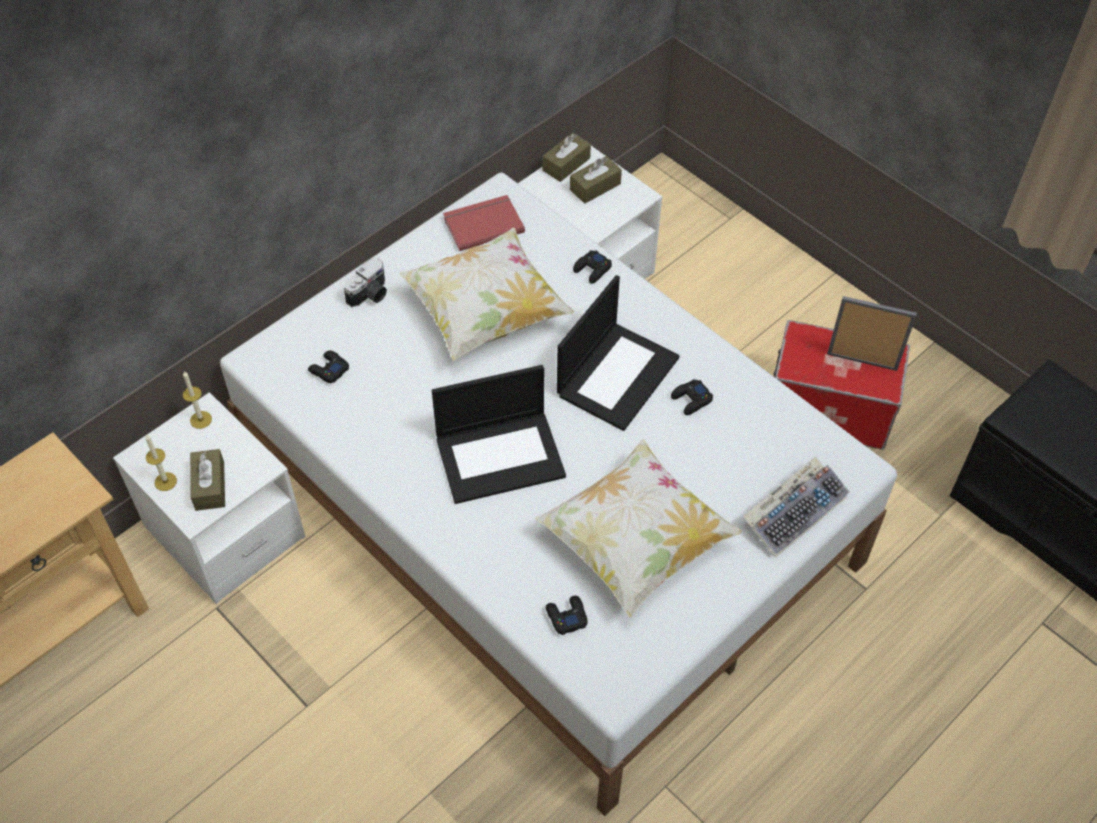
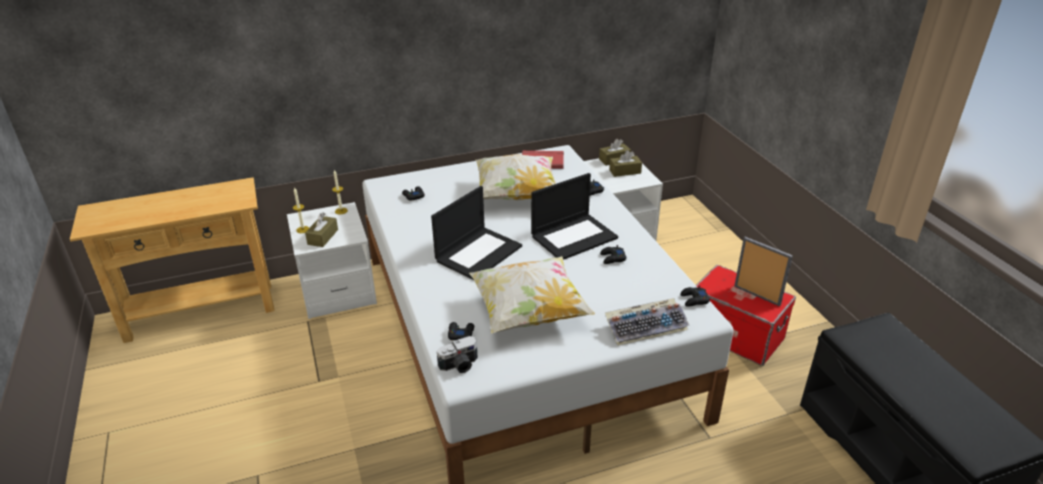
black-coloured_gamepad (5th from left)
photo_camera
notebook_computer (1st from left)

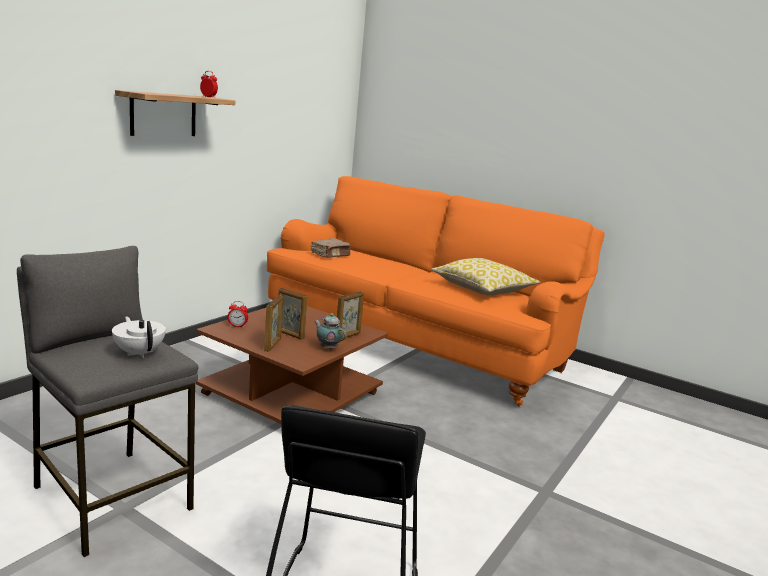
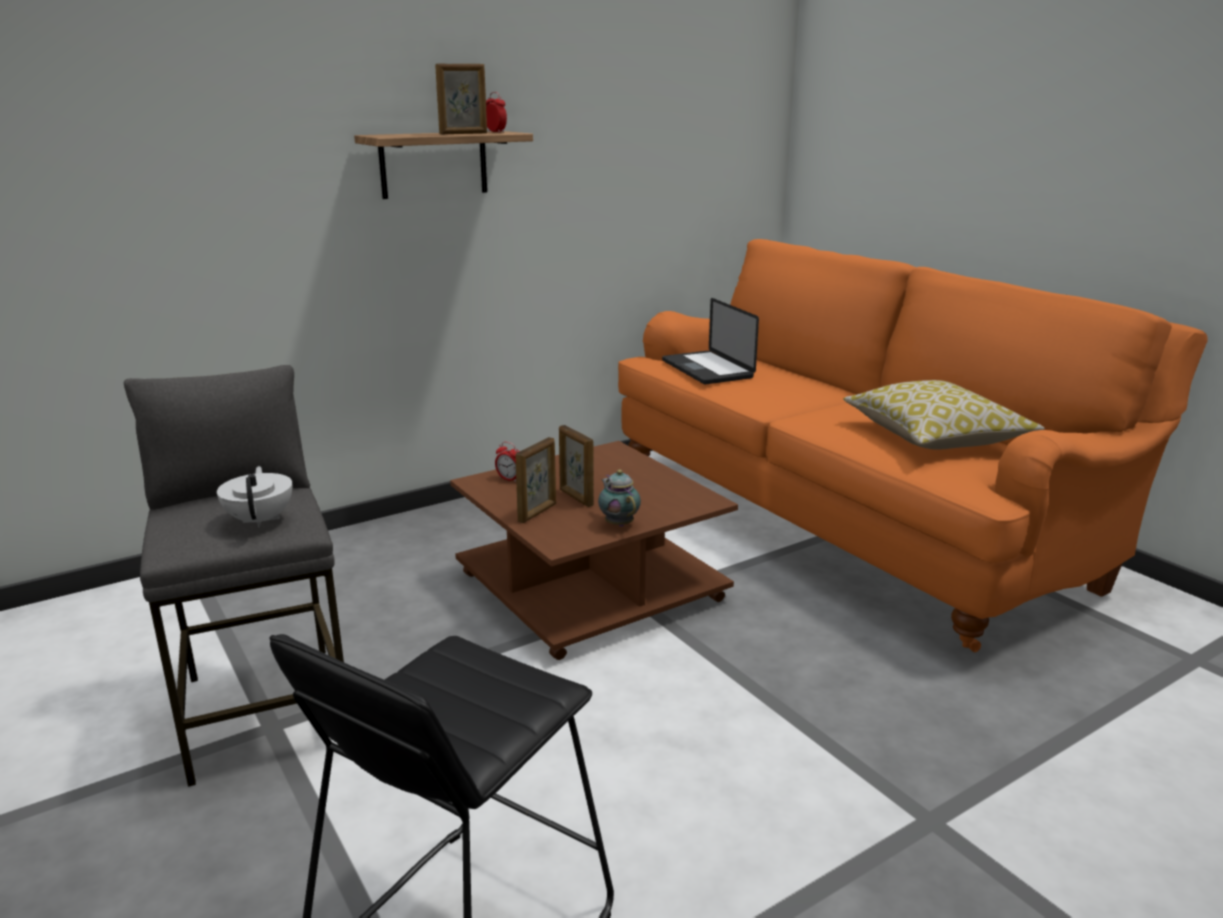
photo_frame (1st from left)
notebook_computer

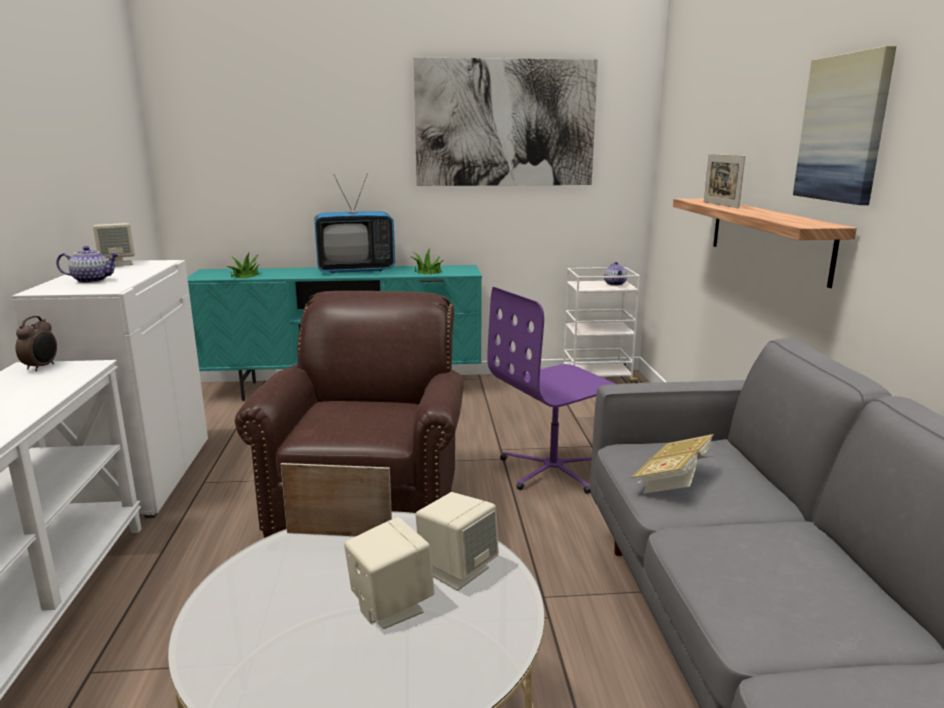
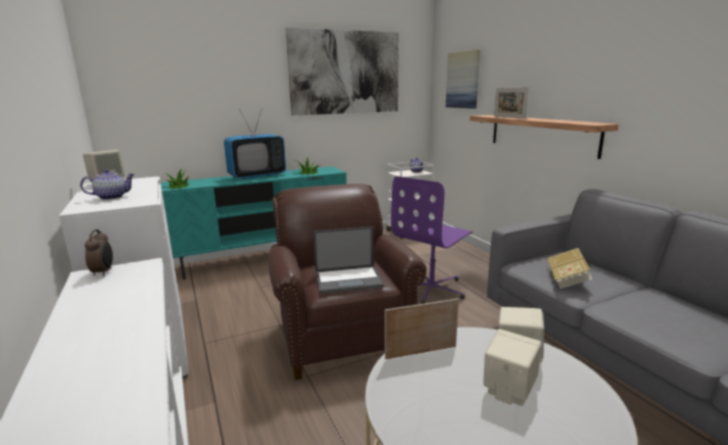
notebook_computer
picture (2nd from left)

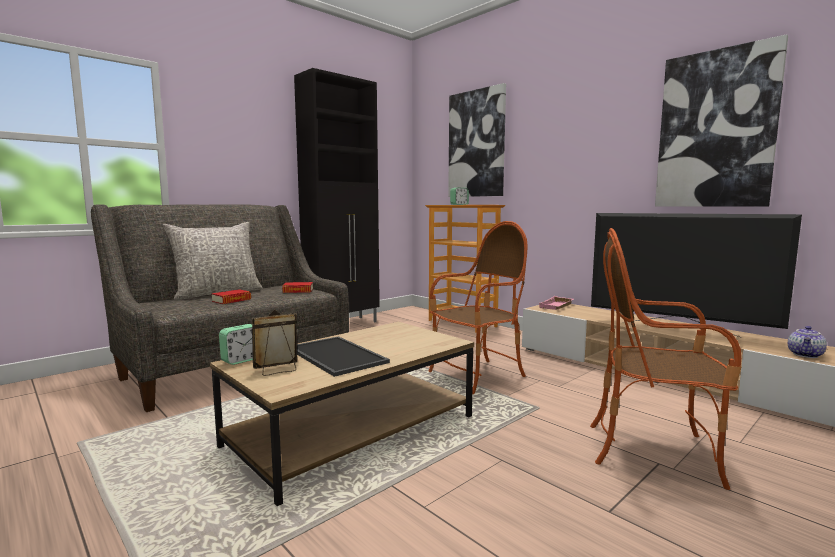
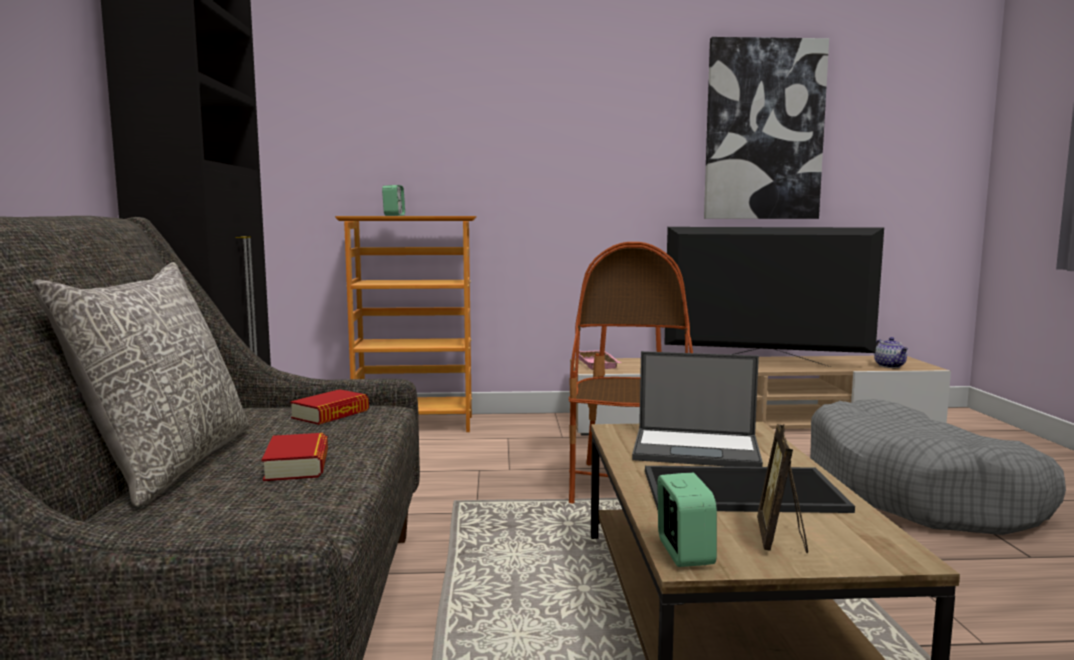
picture (1st from left in the first image)
notebook_computer
grey_dog_cushion
television

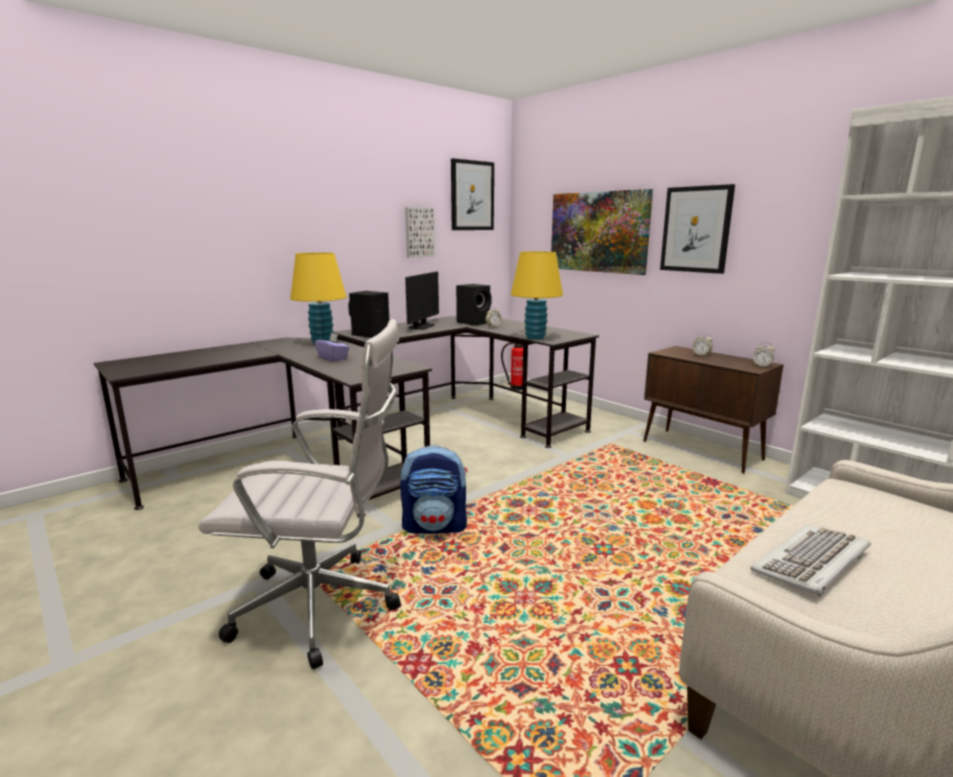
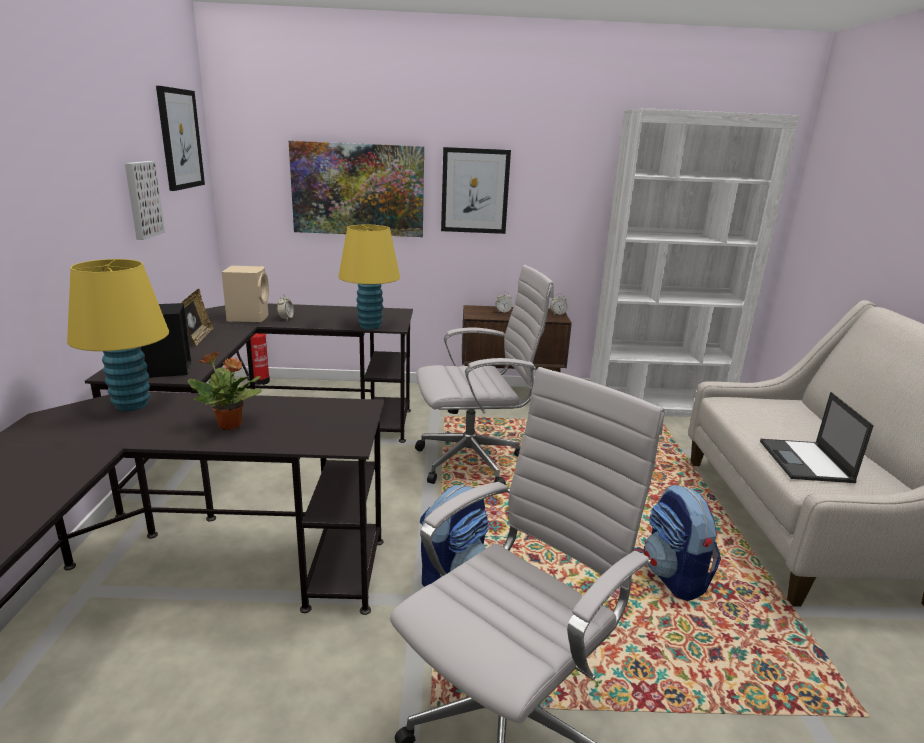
white_desk_chair (1st from left)
rucksack (2nd from left)
potted_plant
photo_frame
notebook_computer
beige-coloured_audio_speaker

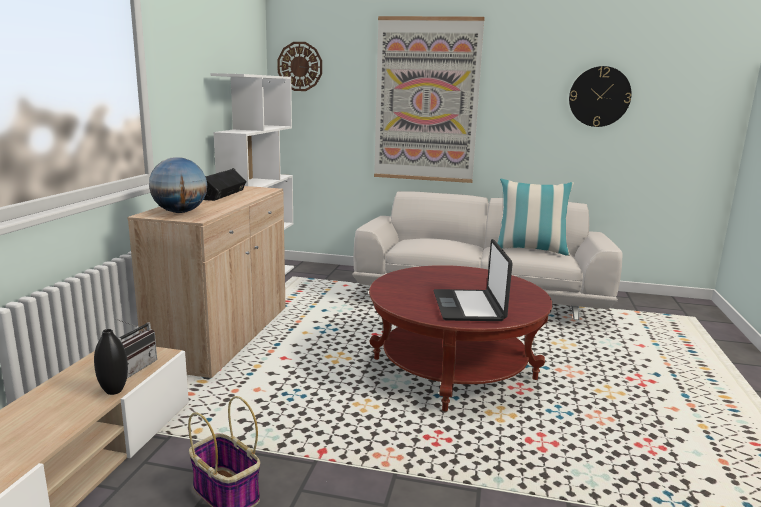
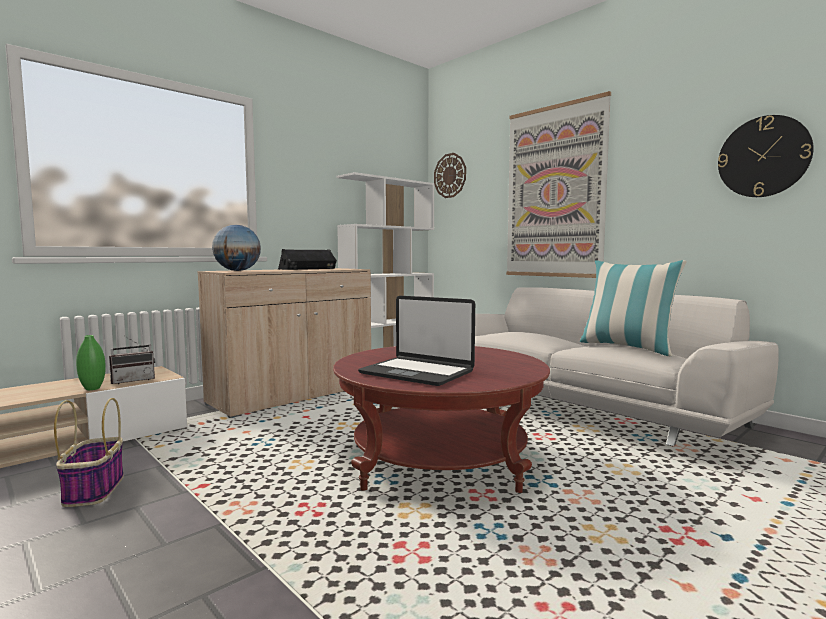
green_flower_vase
notebook_computer

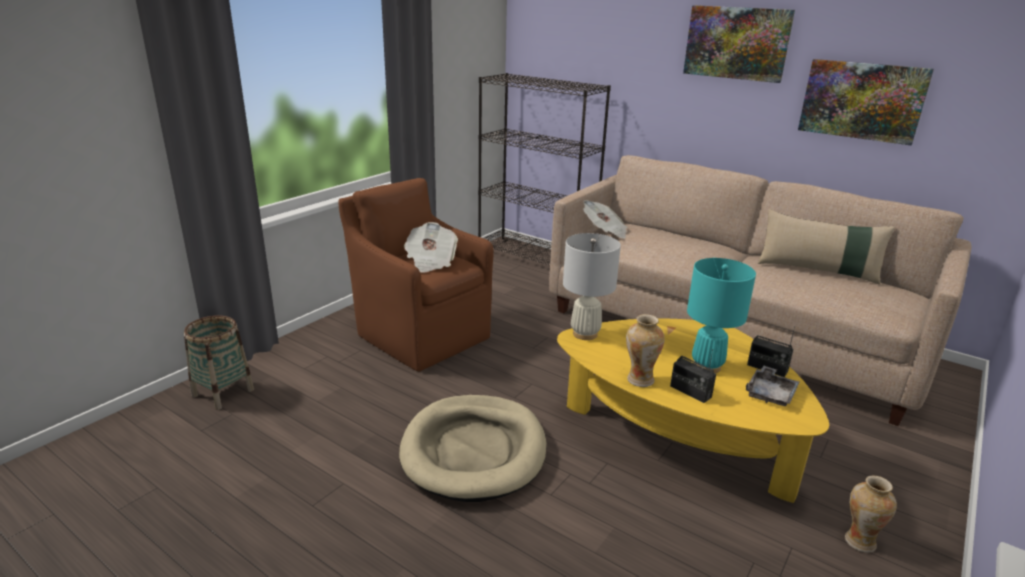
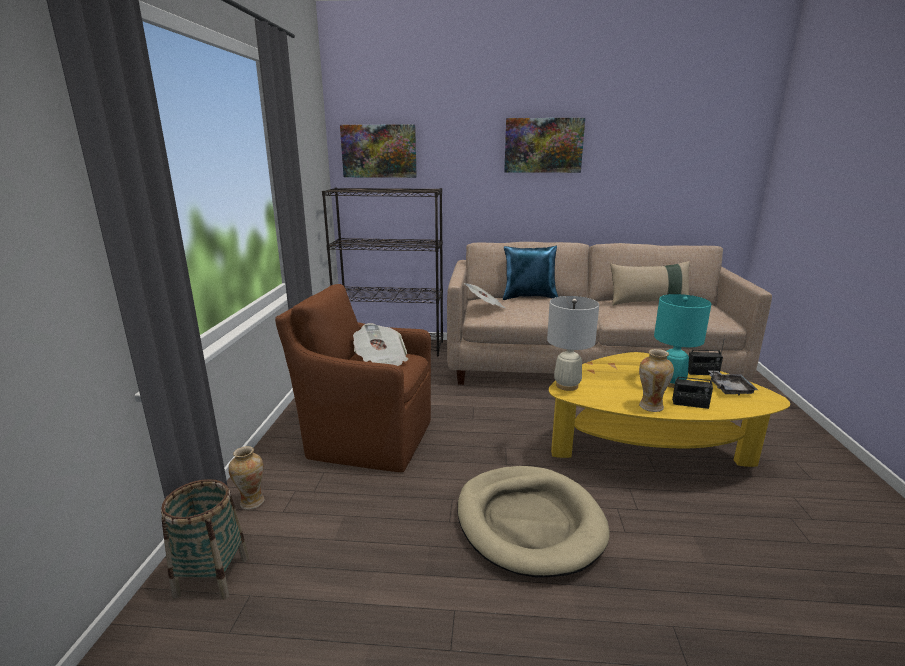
blue-coloured_pillow
picture (1st from left)
flower_vase (1st from left)

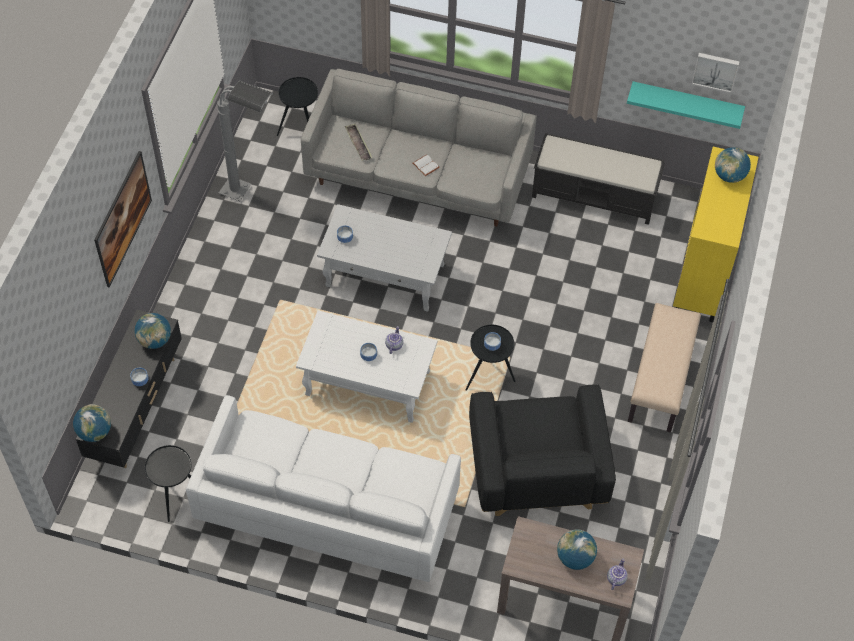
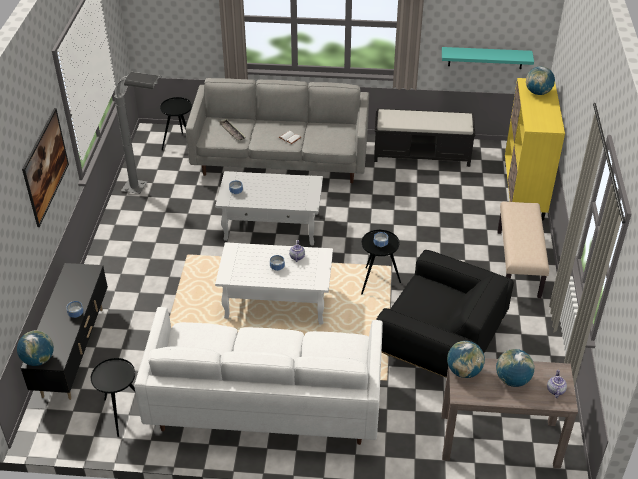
picture (2nd from left in the first image)
world_globe (2nd from left)
black-coloured_lounge_chair

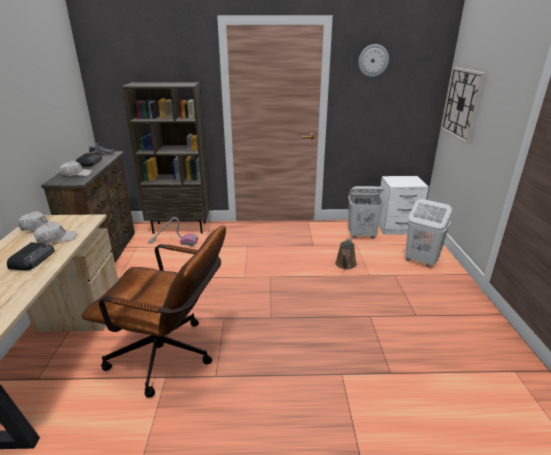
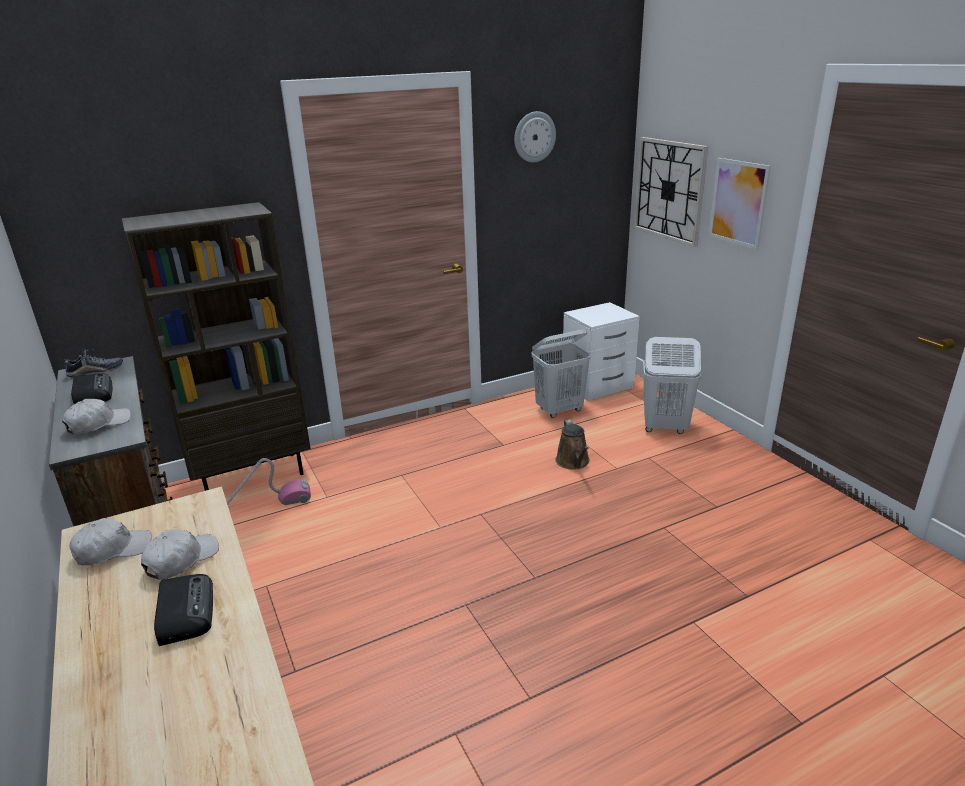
brownish_desk_chair
picture

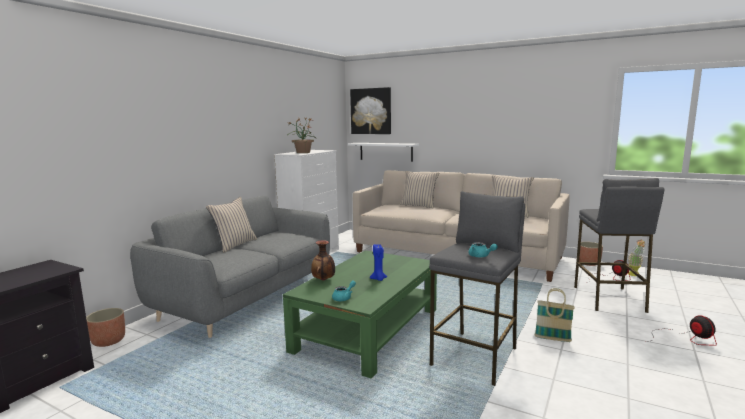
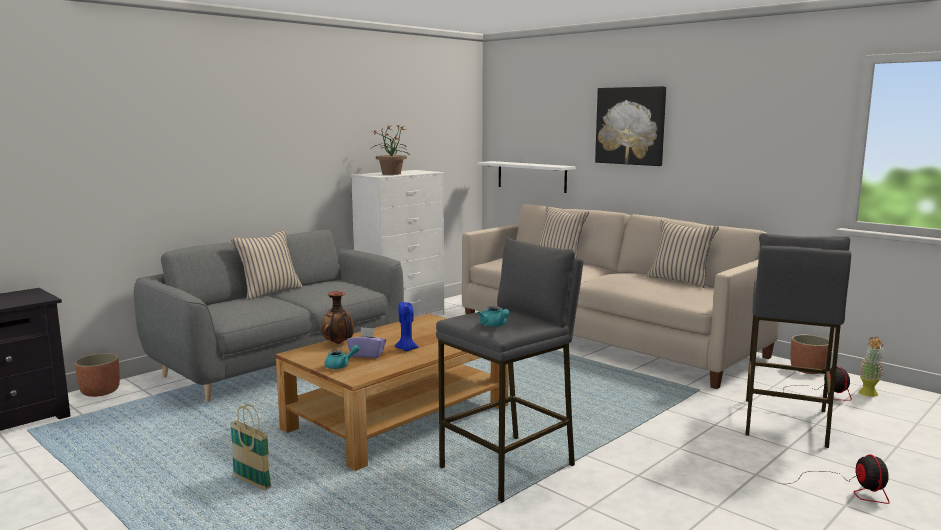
purple_tissue_box
picture
storage_basket
brownish_low_table

